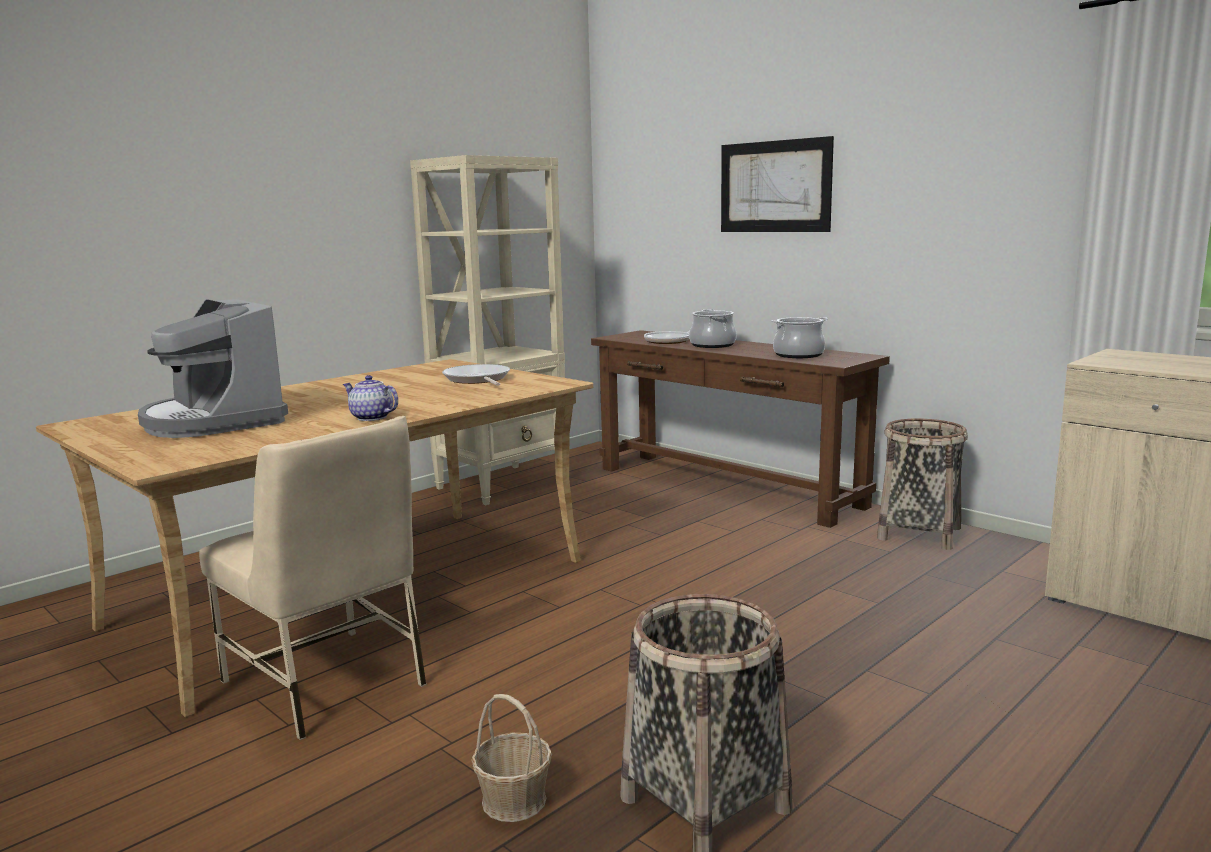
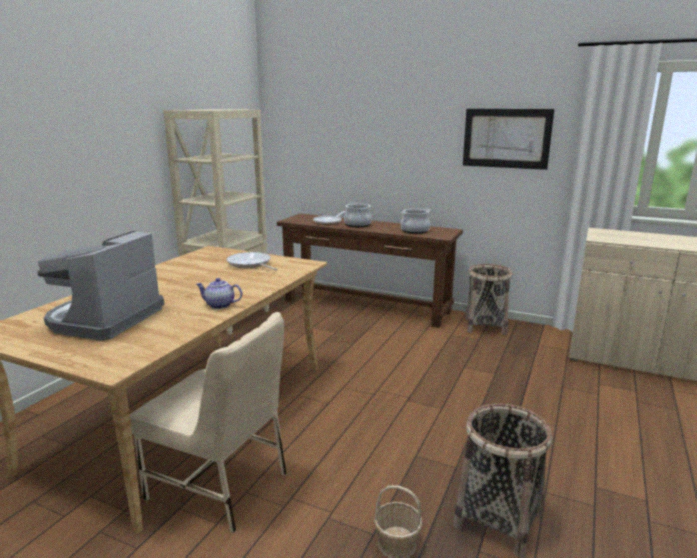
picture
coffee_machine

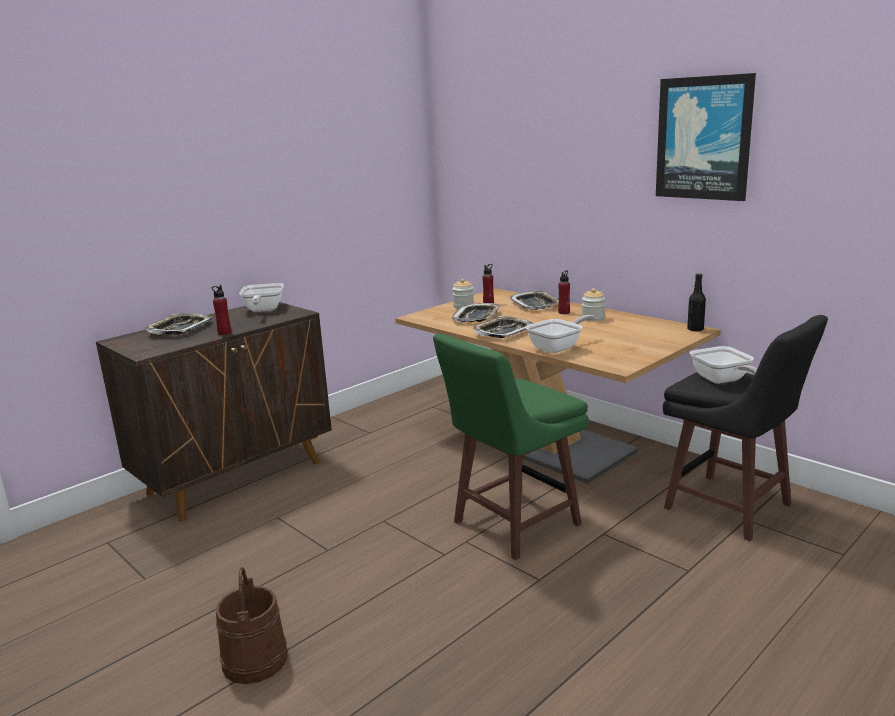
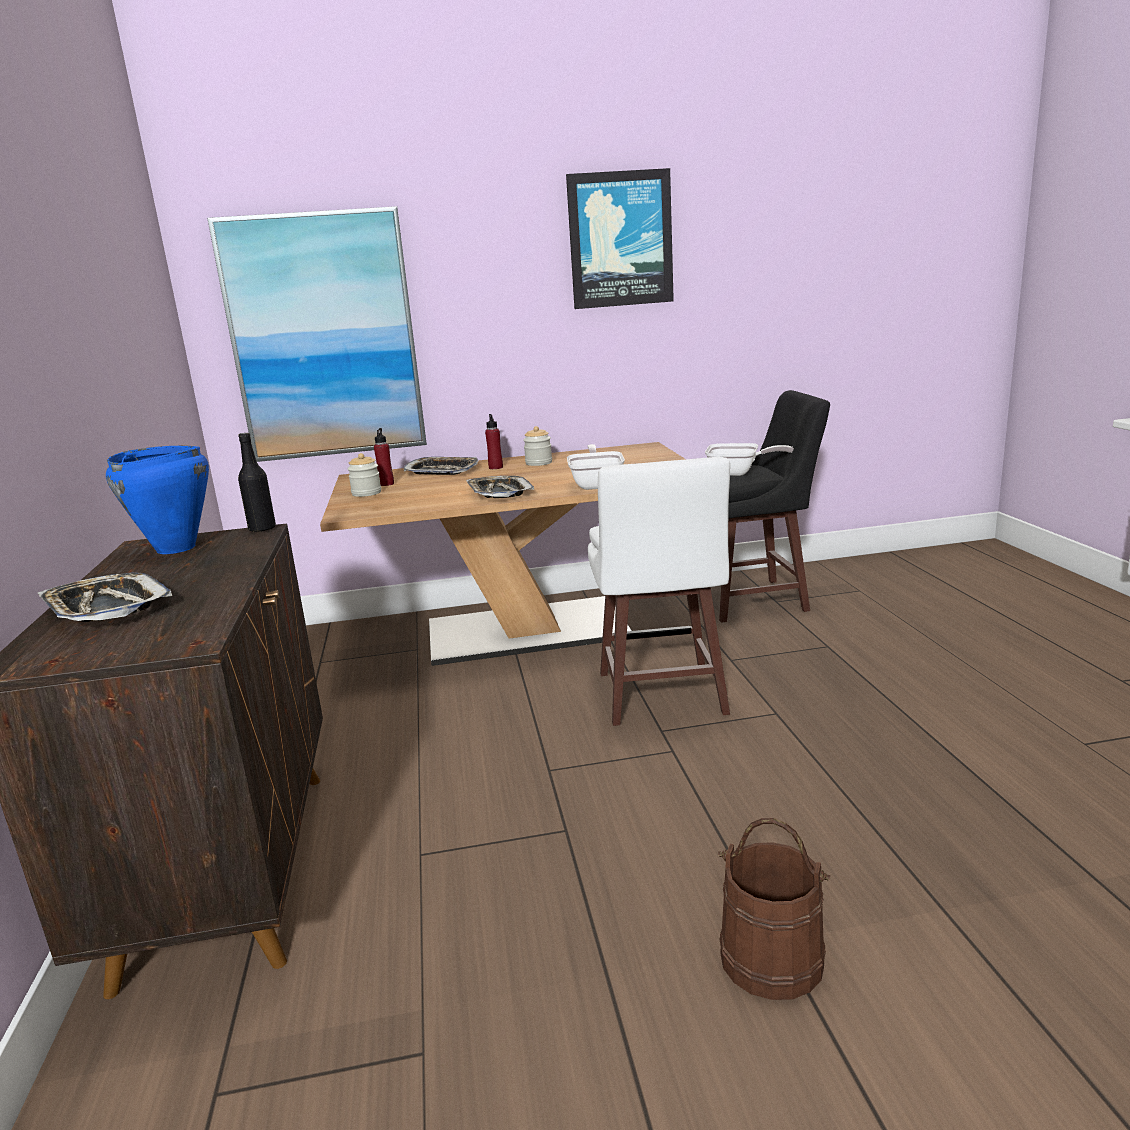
red_drink_bottle (1st from left in the first image)
carrying_tray (2nd from left in the first image)
picture (1st from left)
black-coloured_drink_bottle
blue-coloured_saucepot
white_stool_seat

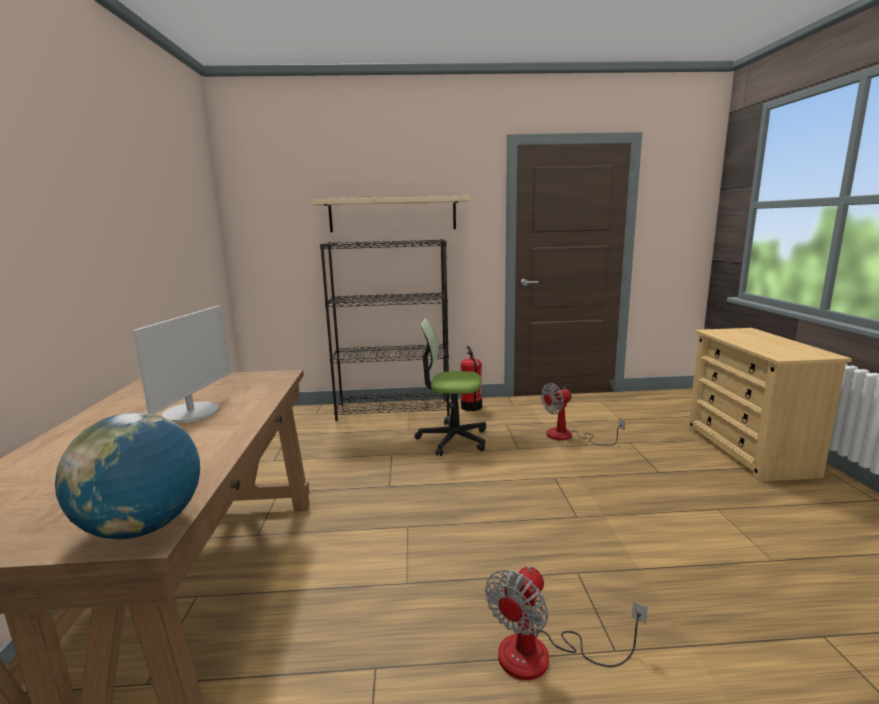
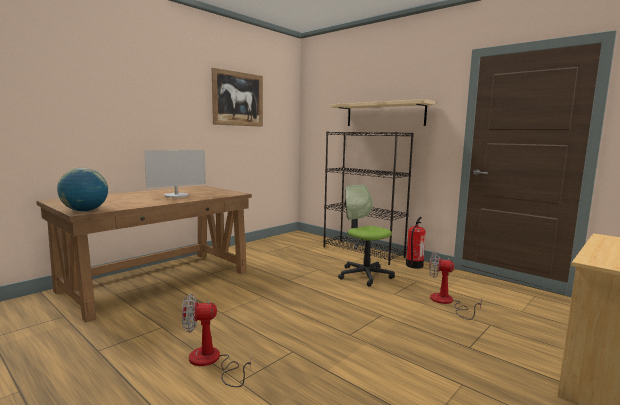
picture

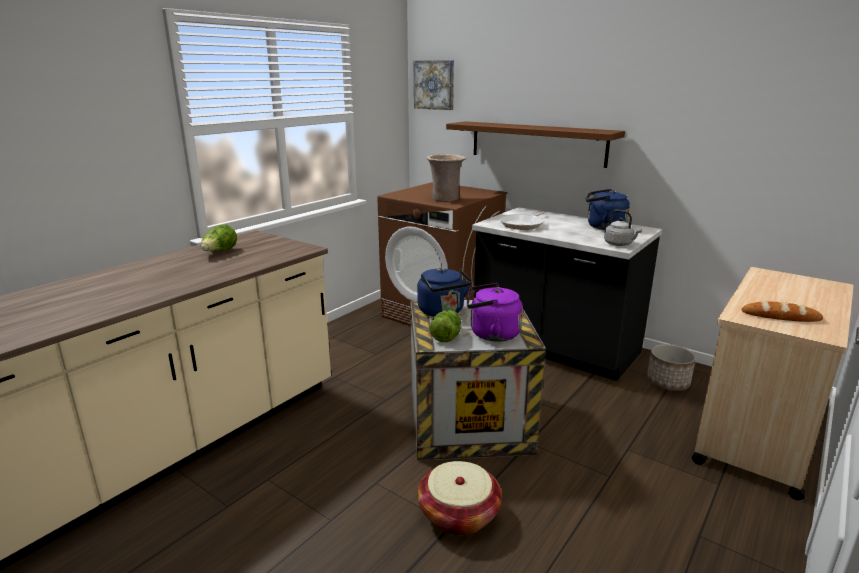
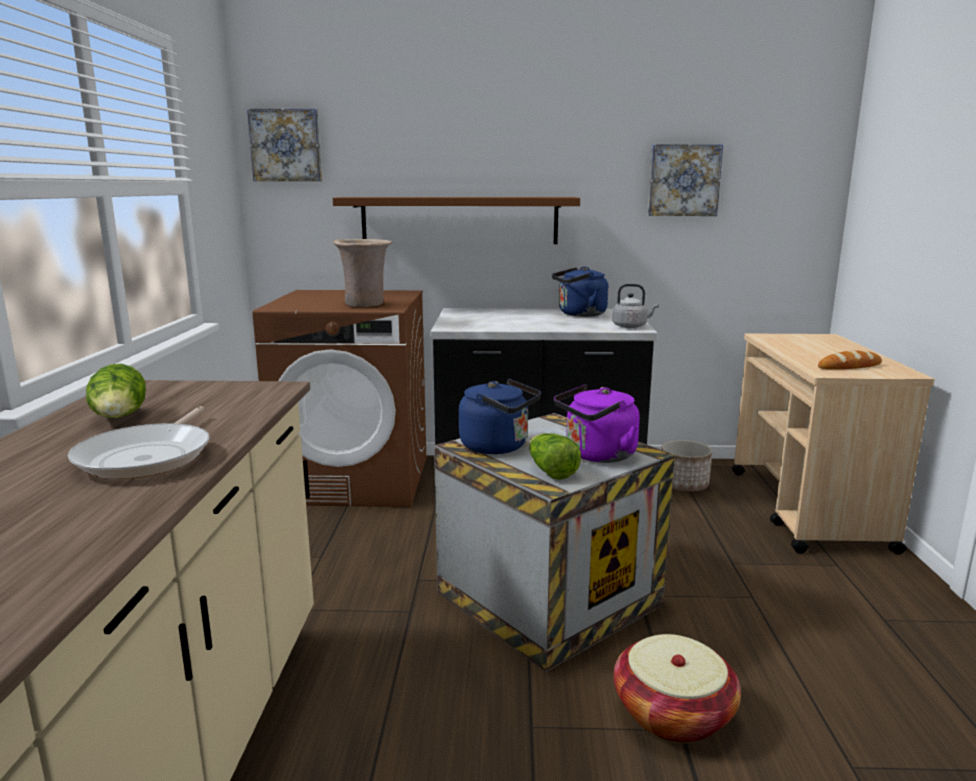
picture (2nd from left)
frying_pan

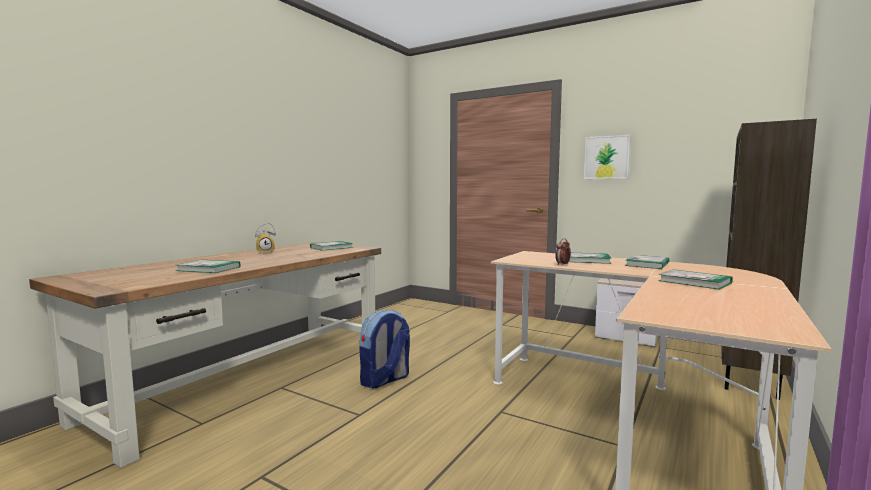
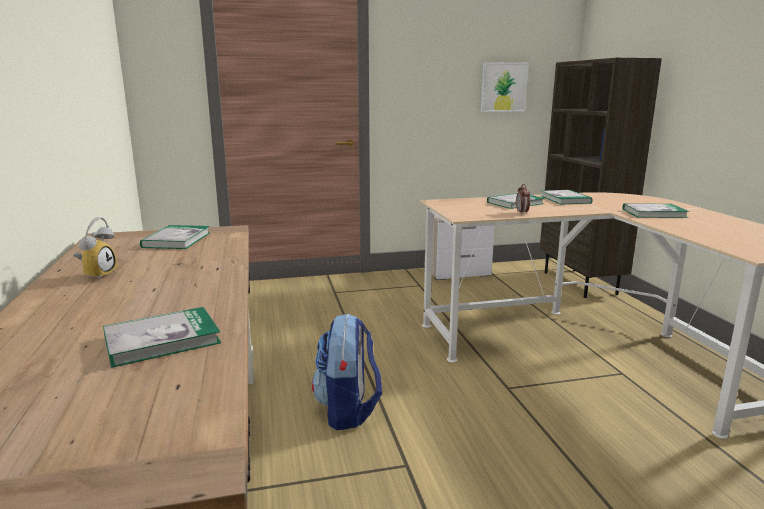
picture

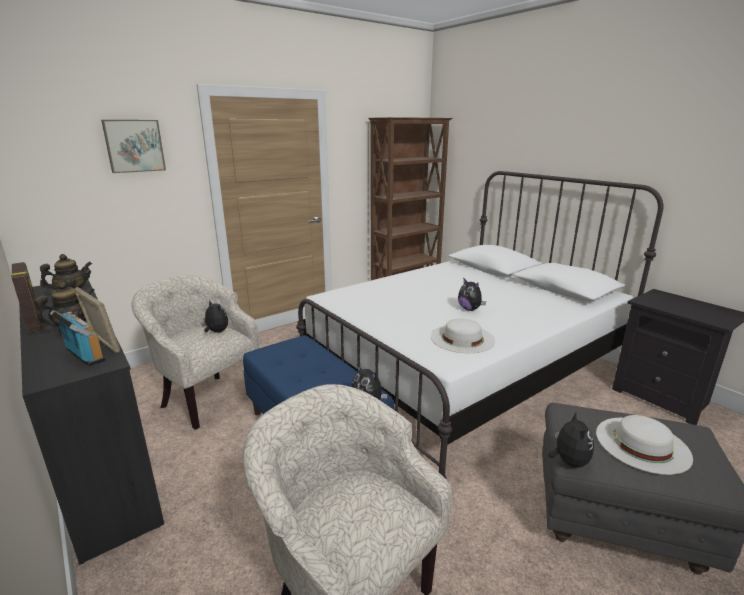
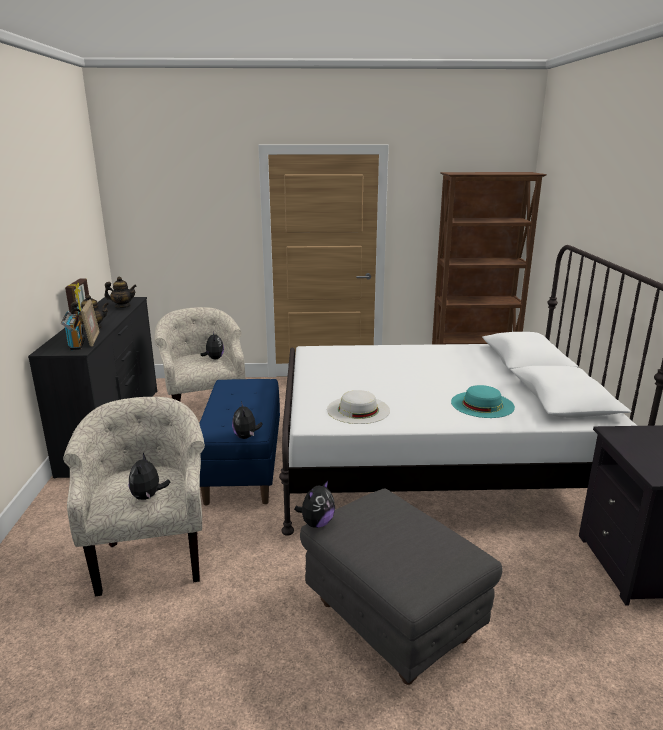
picture
white_clothing_hat (2nd from left in the first image)
turquoise-coloured_clothing_hat
soft_toy (1st from left)

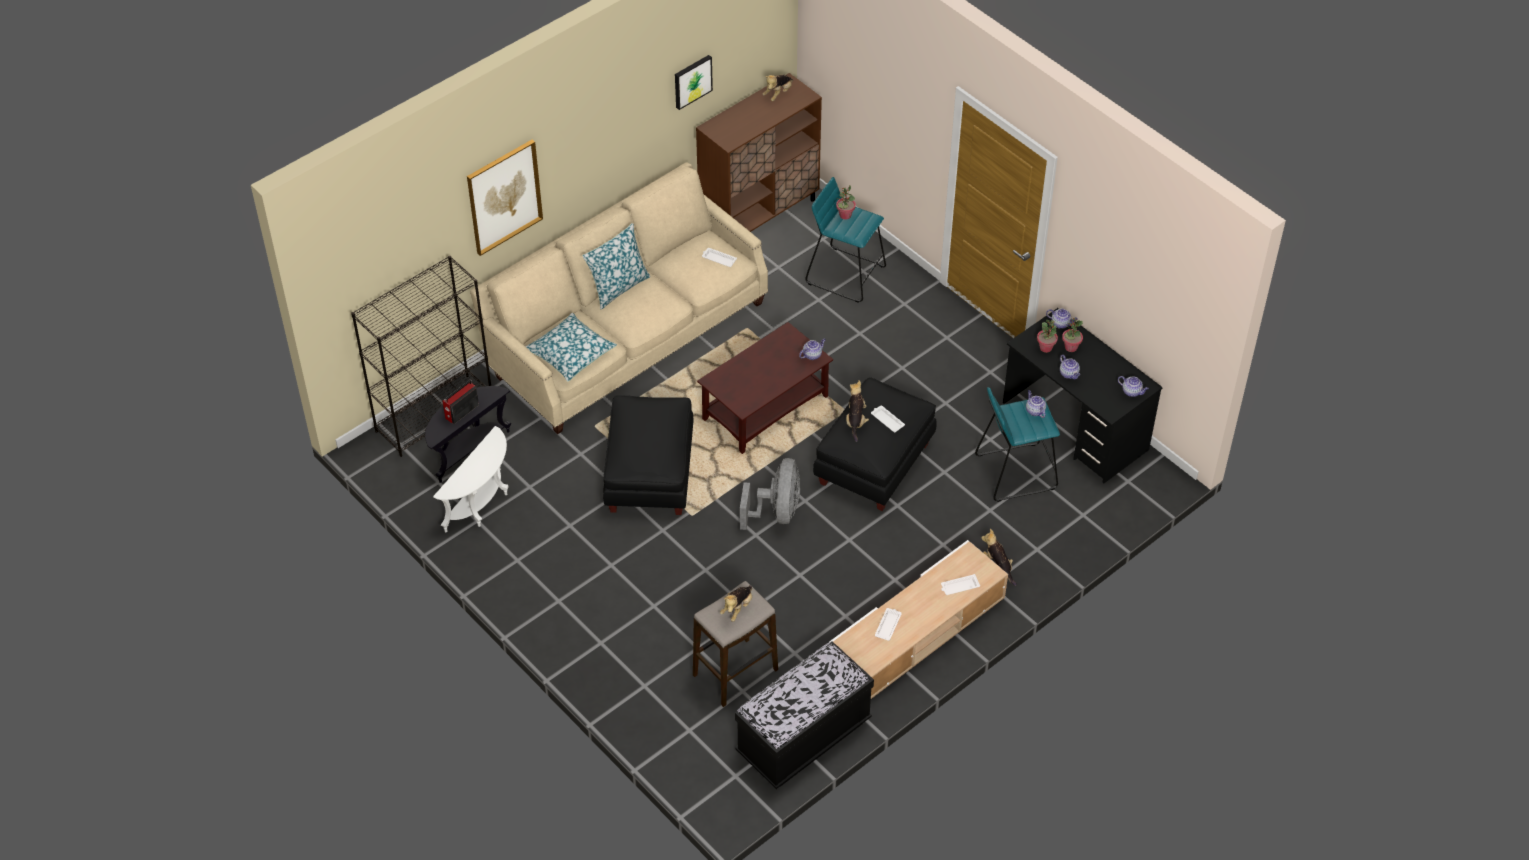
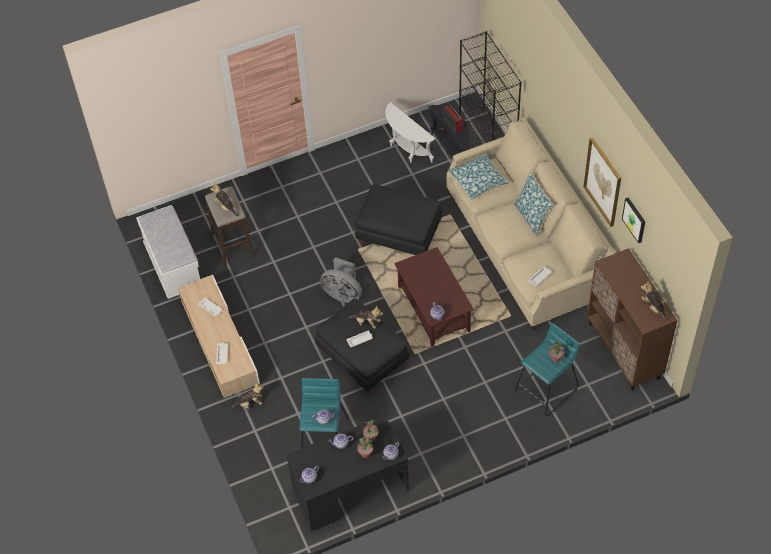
picture (1st from left)
white_bench

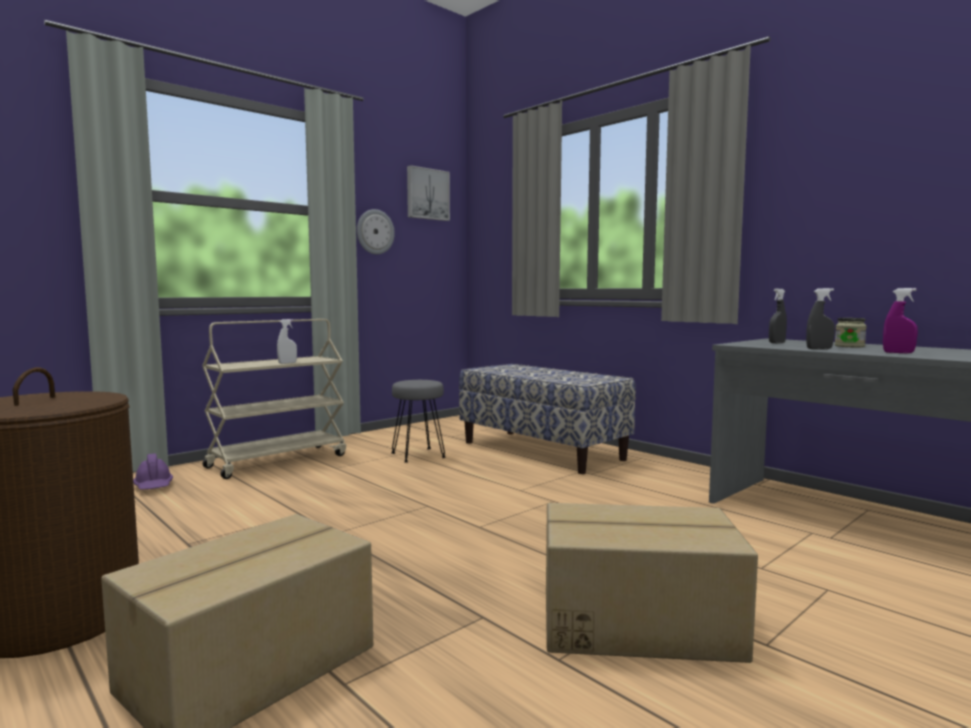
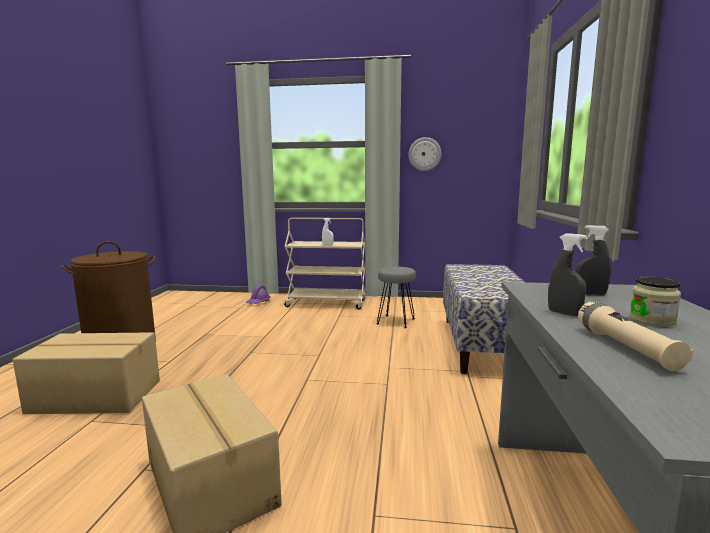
picture
beige-coloured_torch

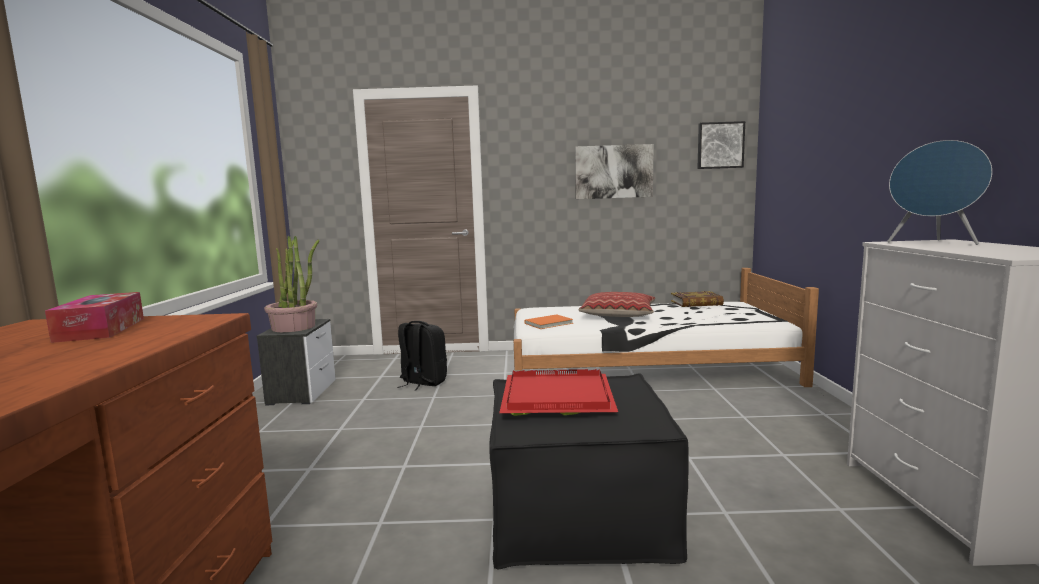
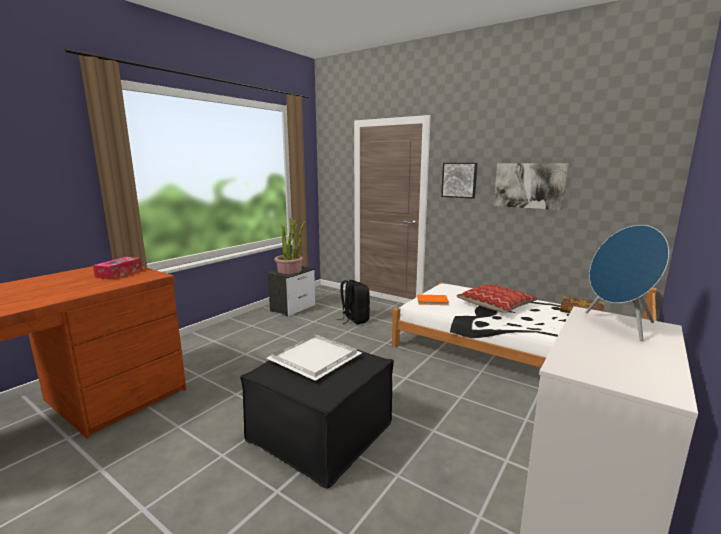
picture (1st from left)
white_carrying_tray

